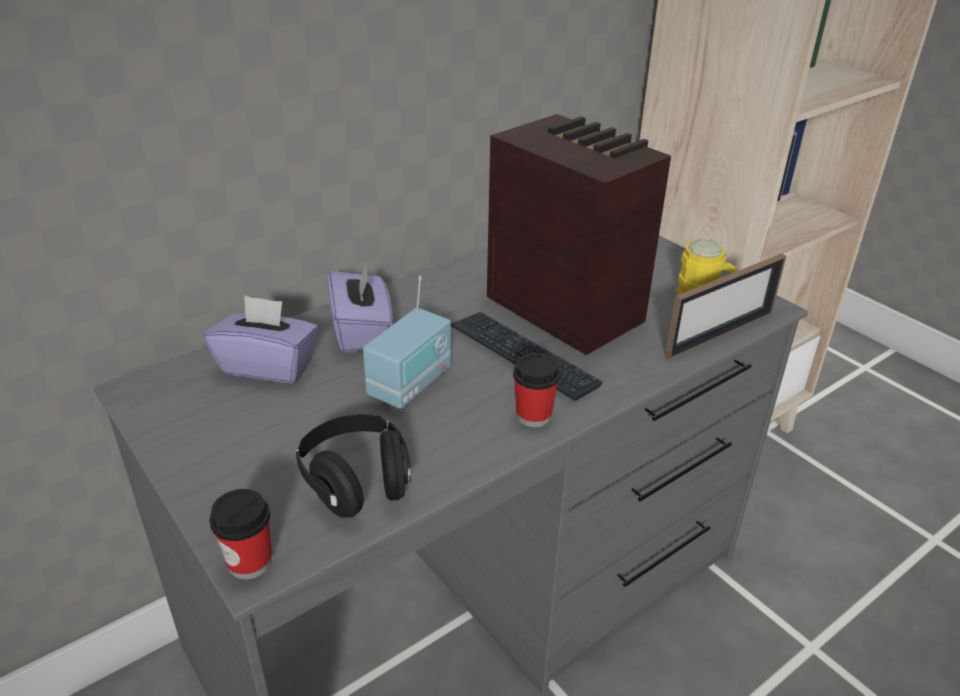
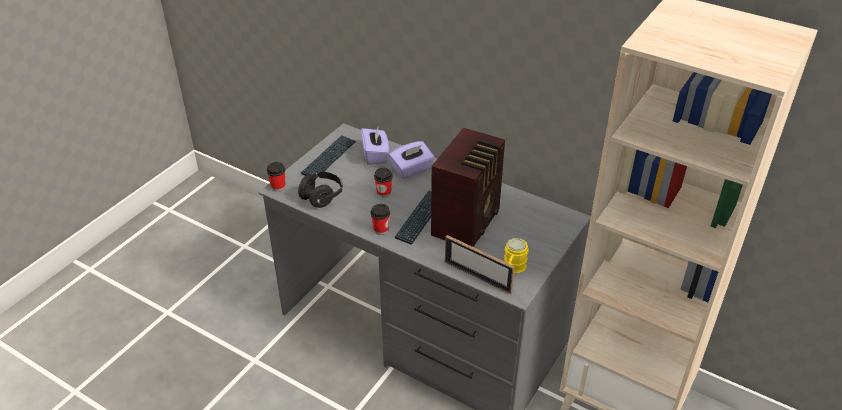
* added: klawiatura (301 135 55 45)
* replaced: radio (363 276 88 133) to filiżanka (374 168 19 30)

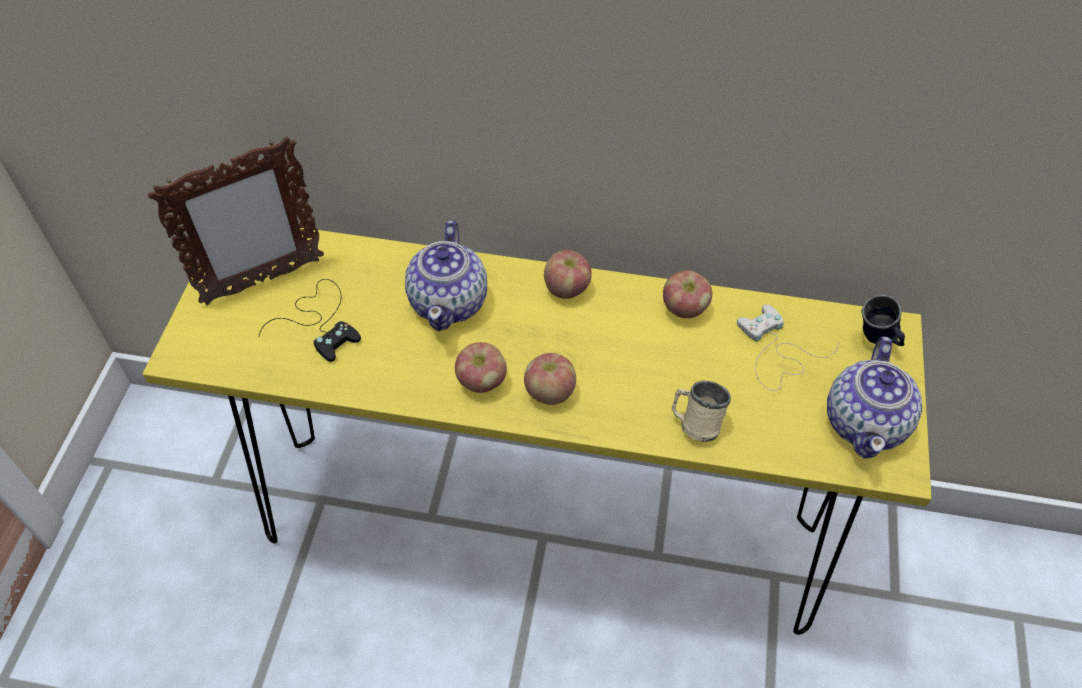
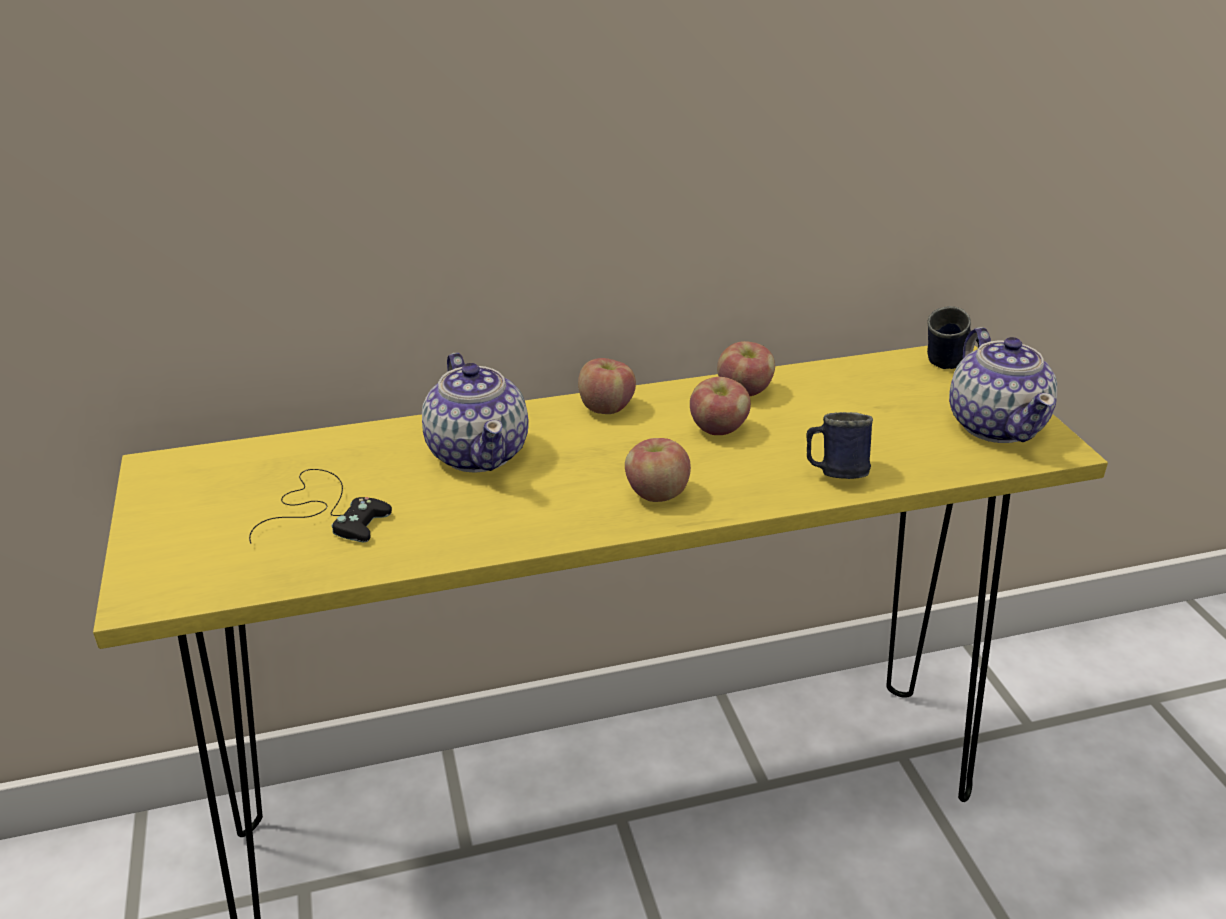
* moved: jabłko (455 342 52 51) to (690 377 61 58)
* recoloured: kubek/beżowy (672 381 59 61) to kubek/niebieski (806 412 67 67)
* removed: ramka na zdjęcie (148 136 176 169)
* removed: pad do gier/biały (737 304 102 87)

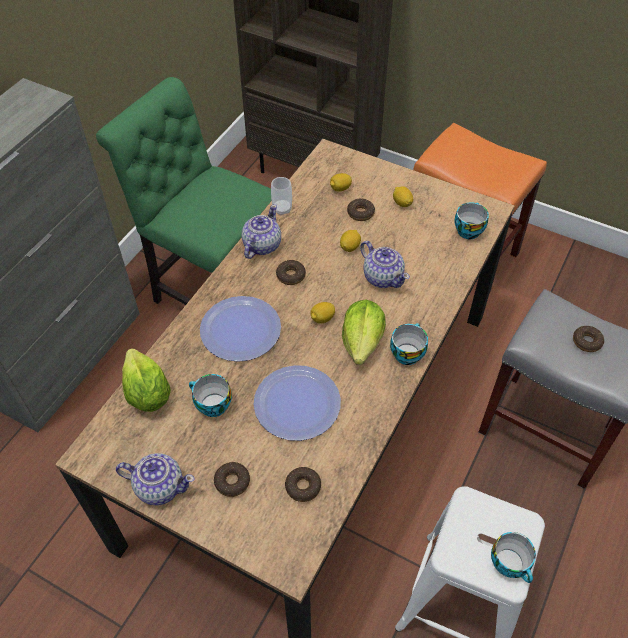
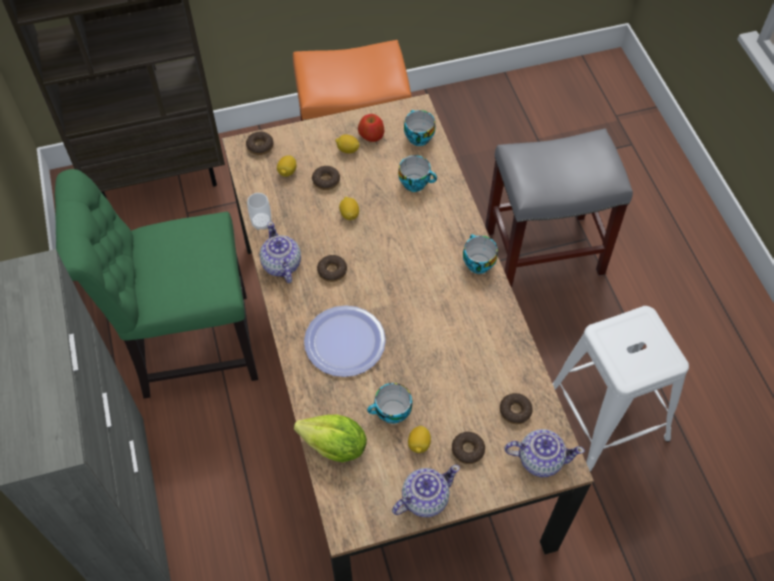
* moved: donut (573 326 31 26) to (246 132 28 23)
* added: jabłko (358 114 26 28)
* moved: filiżanka (491 532 45 51) to (398 155 39 37)
* moved: cytryna (310 302 25 21) to (408 426 23 27)
* moved: imbryk (360 241 50 47) to (504 429 81 48)
* removed: talerz (254 365 87 76)
* removed: sałata (342 300 44 65)

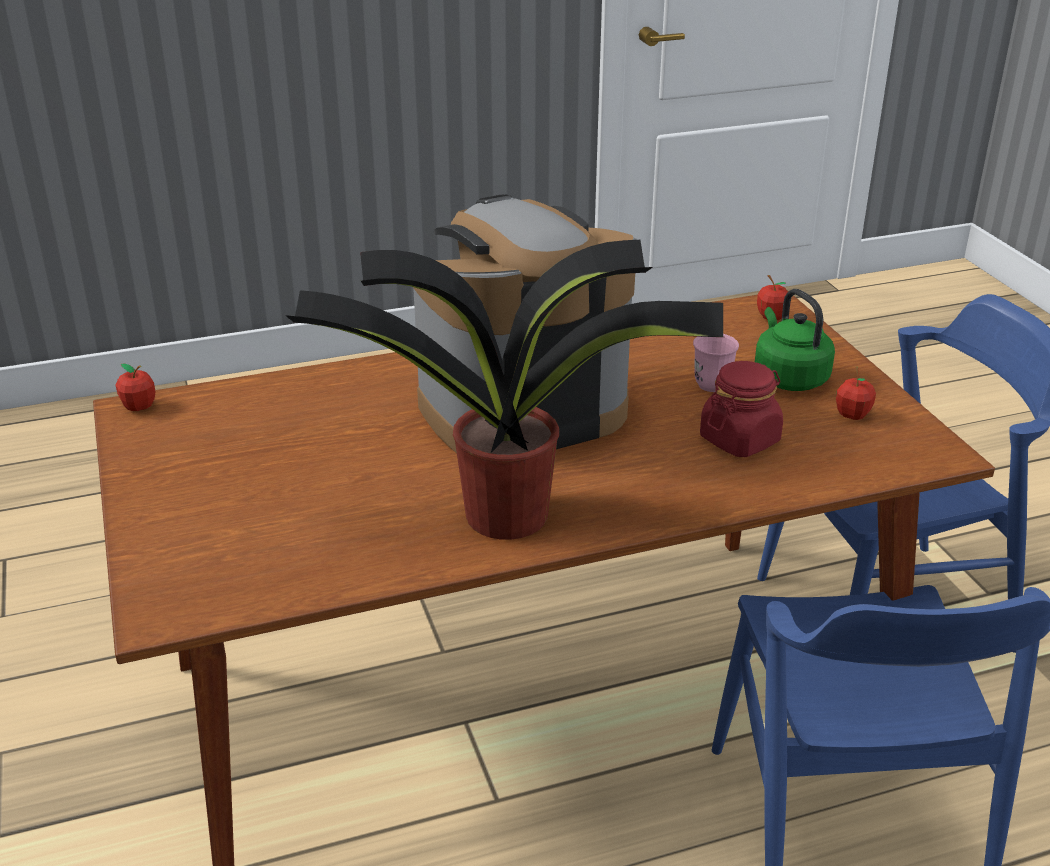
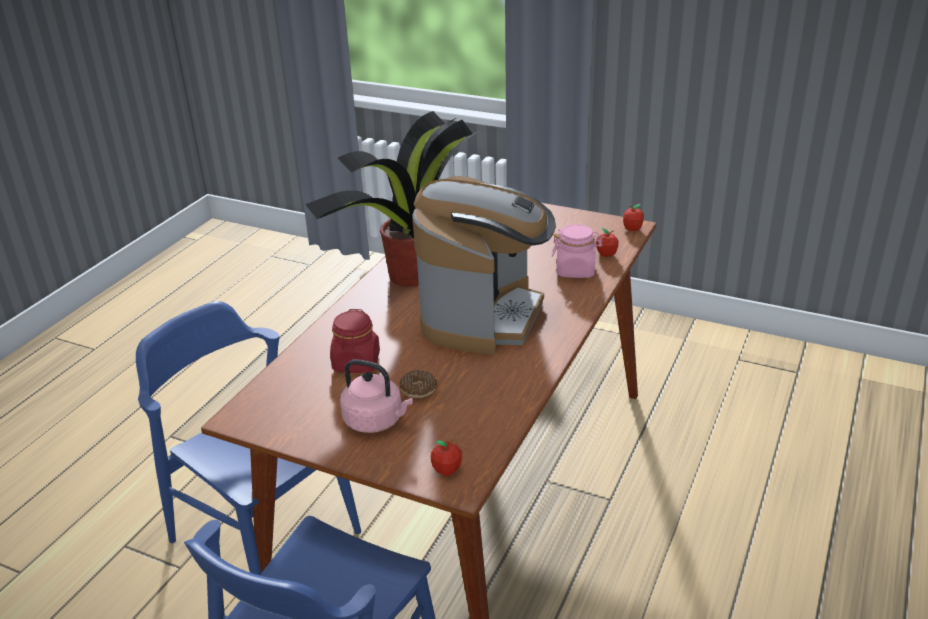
* recoloured: czajnik/zielony (755 289 80 102) to czajnik/różowy (340 359 73 74)
* replaced: kubek/różowy (693 334 46 58) to donut (399 370 38 28)
* added: słoik/różowy (552 224 50 54)
* moved: jabłko (836 366 40 54) to (596 228 23 29)

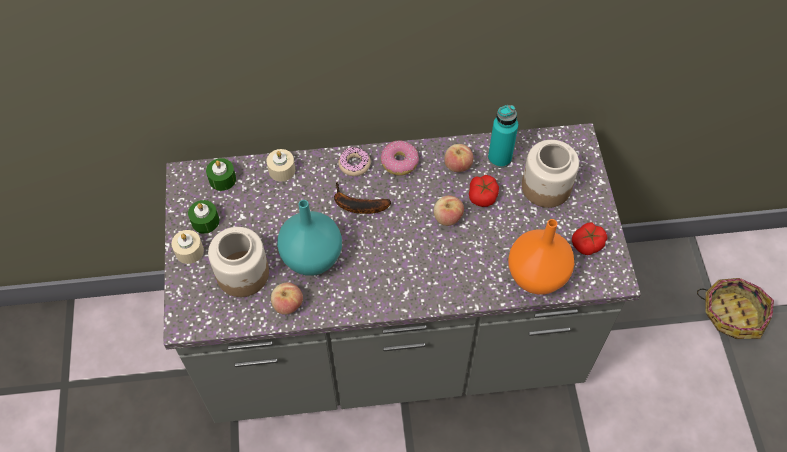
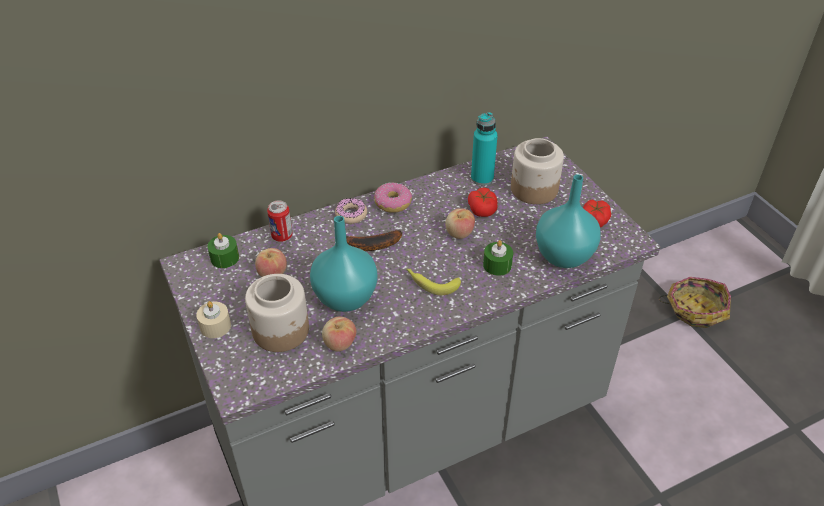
* moved: jabłko (444 144 29 28) to (255 248 32 29)
* replaced: świeca/beżowy (266 149 29 32) to puszka (267 200 26 42)
* added: banan (406 269 55 27)
* moved: świeca/zielony (188 200 31 34) to (483 240 30 36)
* recoloured: wazon/pomarańczowy (508 219 66 75) to wazon/turkusowy (536 174 65 94)

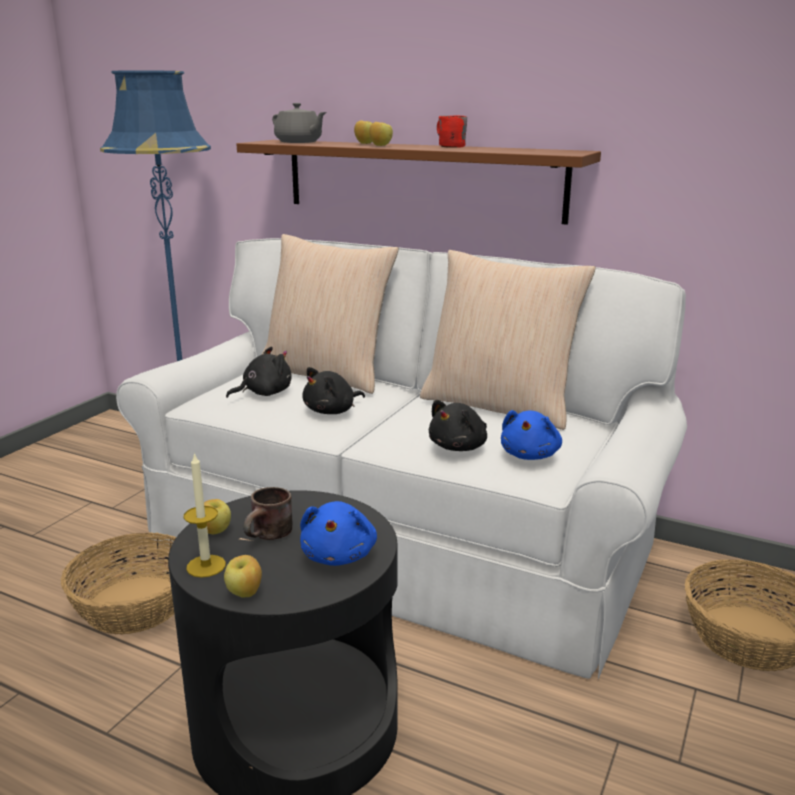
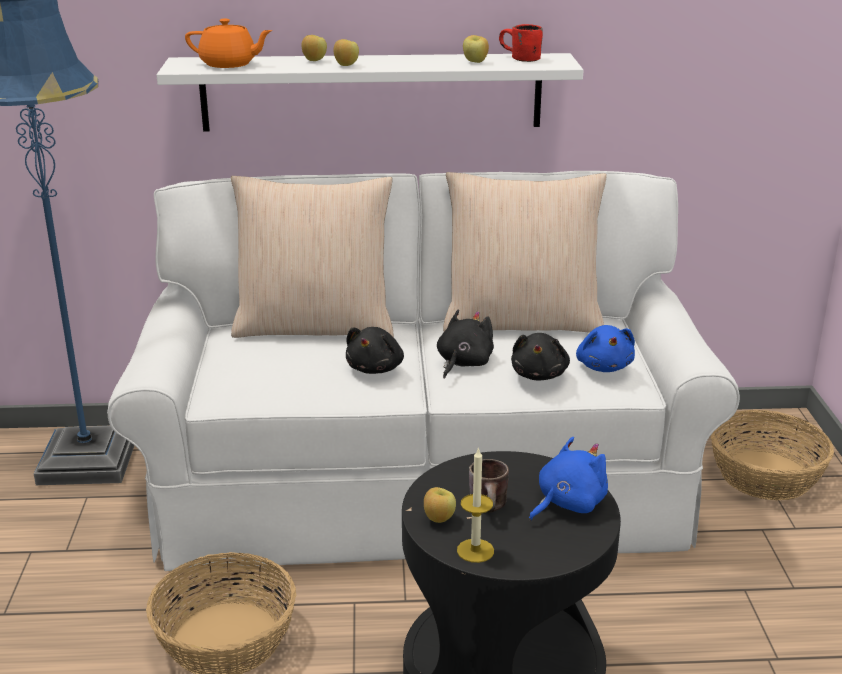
* recoloured: półka/brązowy (236 140 365 85) to półka/biały (157 53 426 79)
* recoloured: imbryk/szary (272 103 55 40) to imbryk/pomarańczowy (185 19 88 49)
* moved: pluszak/czarny (226 346 66 52) to (437 310 57 69)
* moved: jabłko (224 555 38 43) to (463 35 26 28)
* moved: kubek/czerwony (437 115 30 33) to (499 24 44 38)
* turned: pluszak/niebieski (300 501 77 65) = (529 437 79 84) 105 degrees counterclockwise

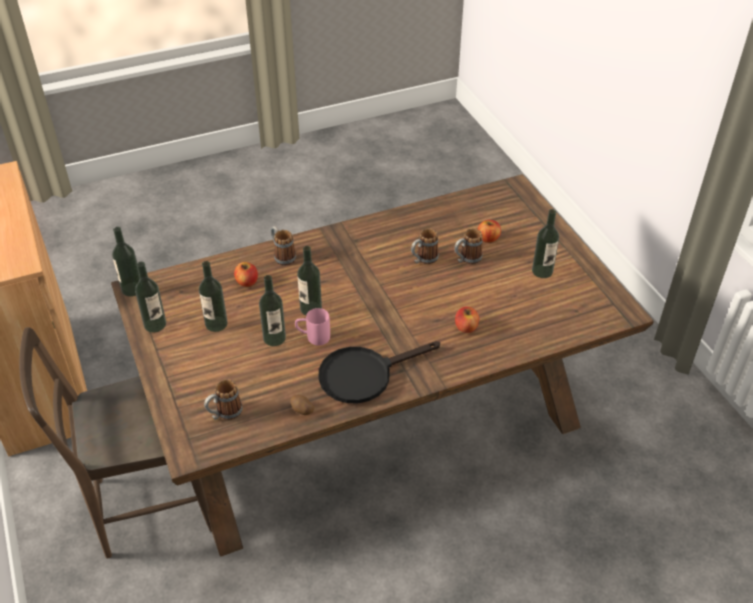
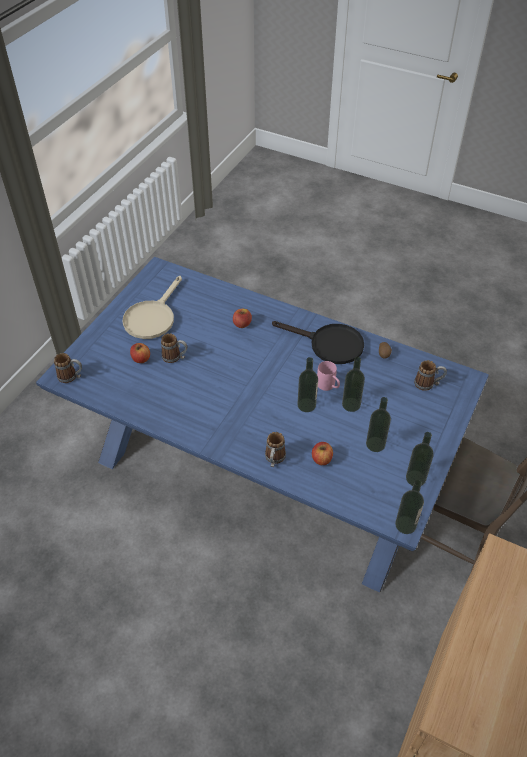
* recoloured: stół jadalny/brązowy (111 174 543 383) to stół jadalny/niebieski (36 257 453 336)
* moved: kubek (411 228 28 36) to (54 353 28 30)
* replaced: butelka (532 209 27 69) to patelnia/beżowy (123 276 59 63)

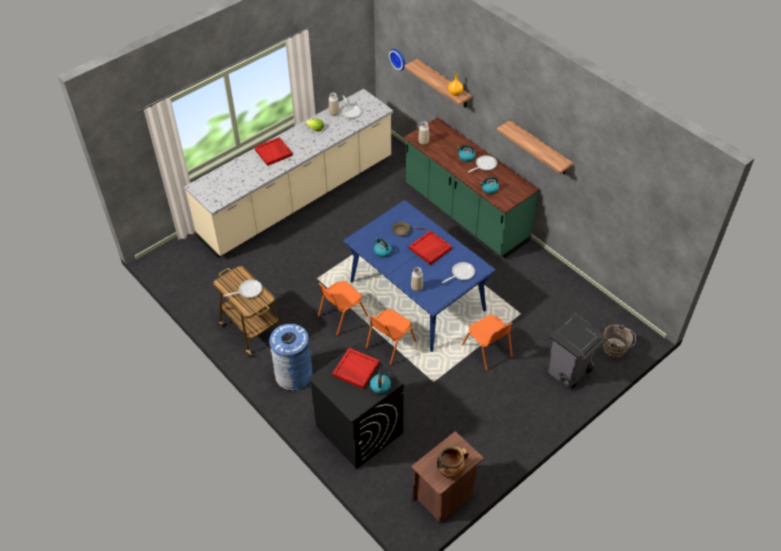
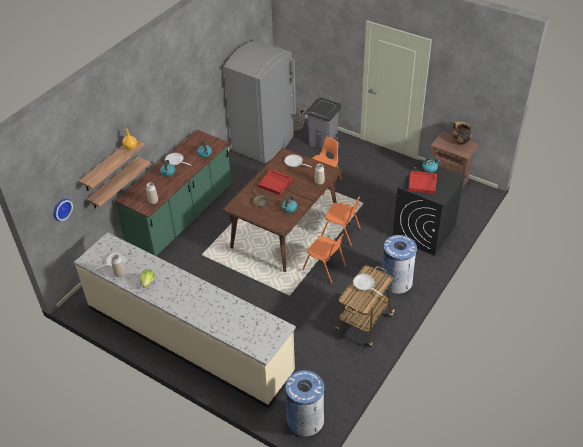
* moved: półka (497 120 76 54) to (86 157 65 52)
* recoloured: stół jadalny/niebieski (343 200 153 152) to stół jadalny/brązowy (222 148 120 124)
* added: lodówka/szary (224 40 72 123)
* added: kosz na śmieci/niebieski (285 370 39 67)
* removed: taca/czerwony (254 137 39 29)

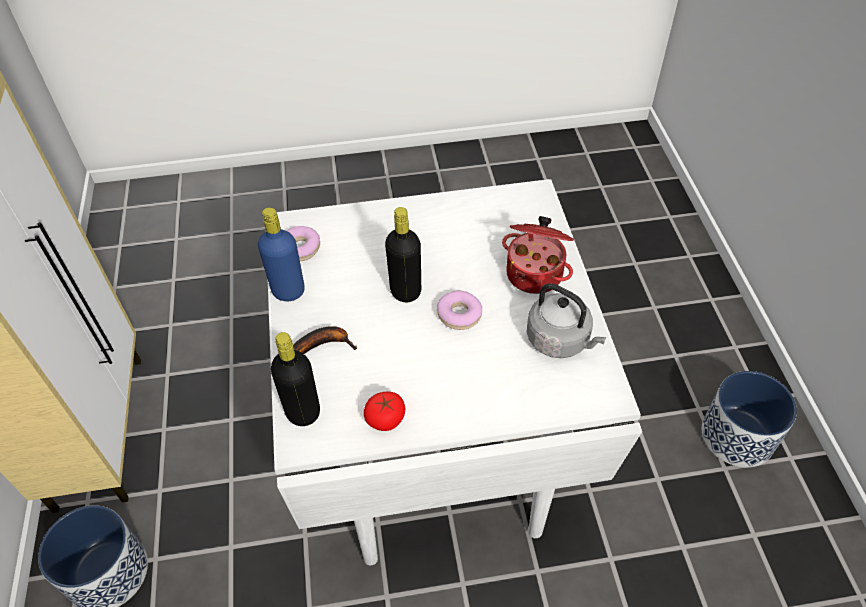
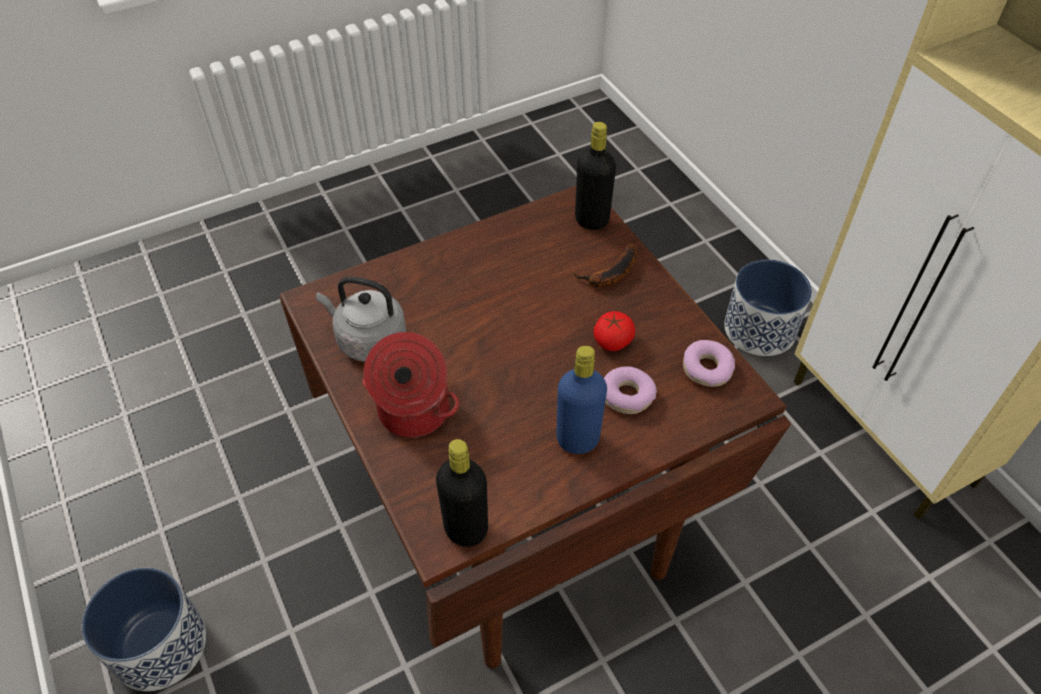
* recoloured: stół jadalny/biały (268 179 374 386) to stół jadalny/brązowy (279 186 512 483)
* moved: butelka/czarny (385 207 36 95) to (436 439 52 108)
* moved: butelka/niebieski (258 207 47 94) to (556 346 51 108)
* moved: pomidor (364 392 41 39) to (594 311 41 40)
* moved: donut (436 291 46 39) to (604 366 53 48)

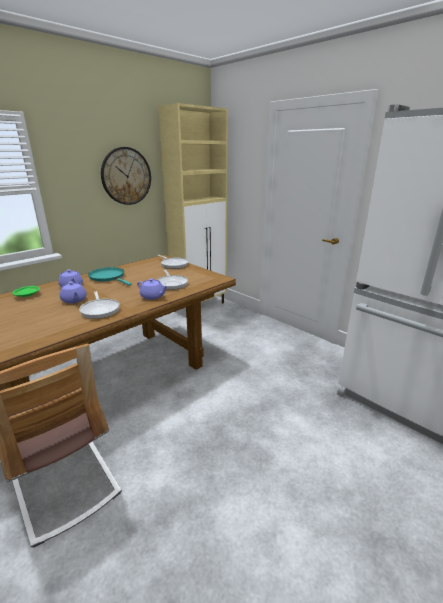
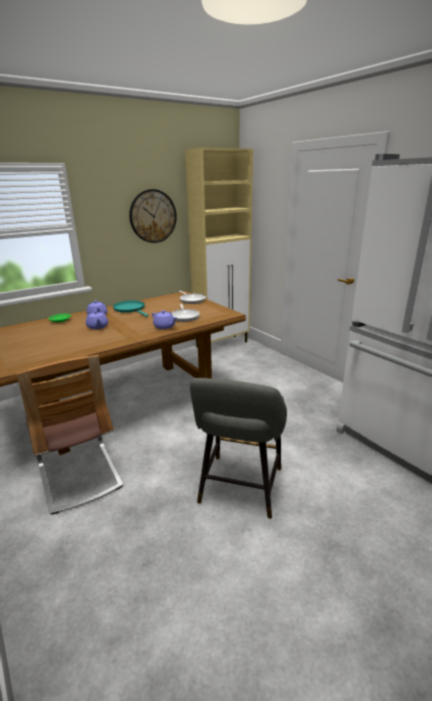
* added: stołek/szary (190 378 97 141)
* removed: patelnia (79 291 41 28)

